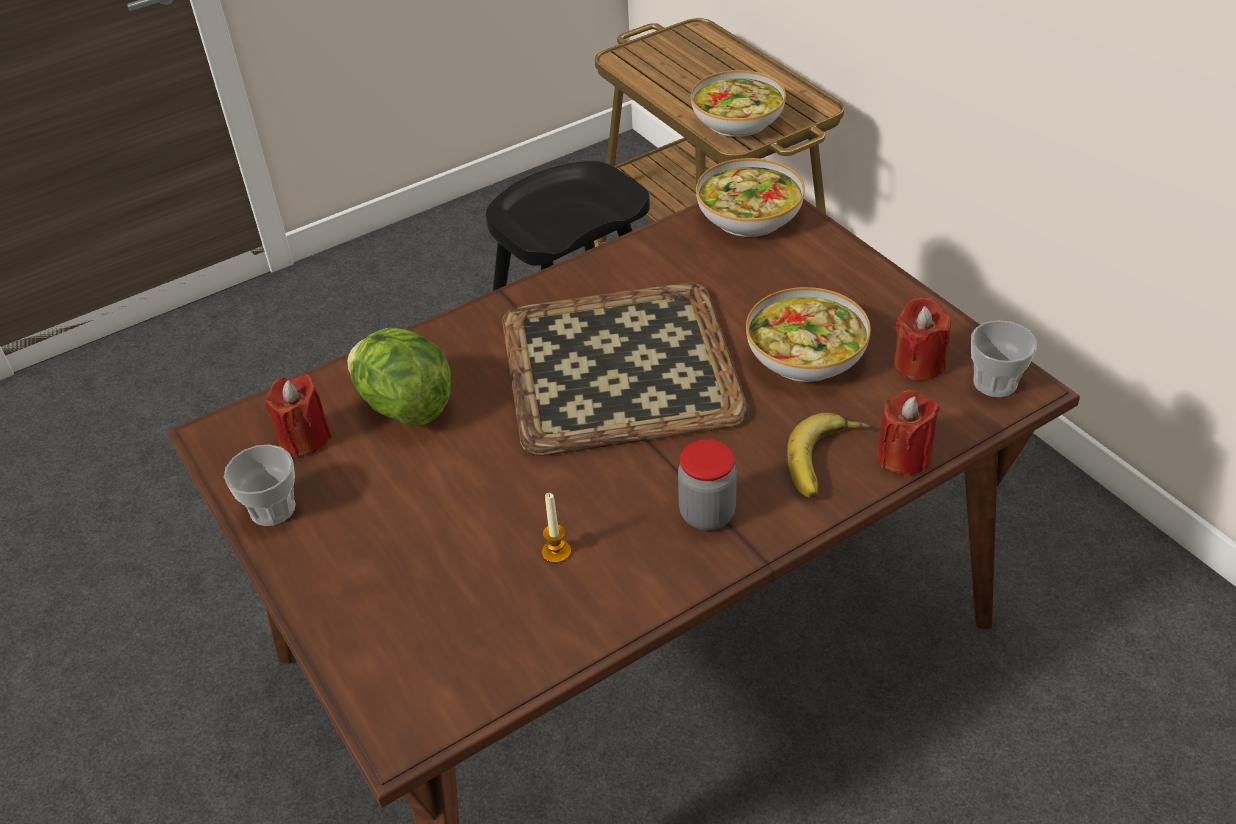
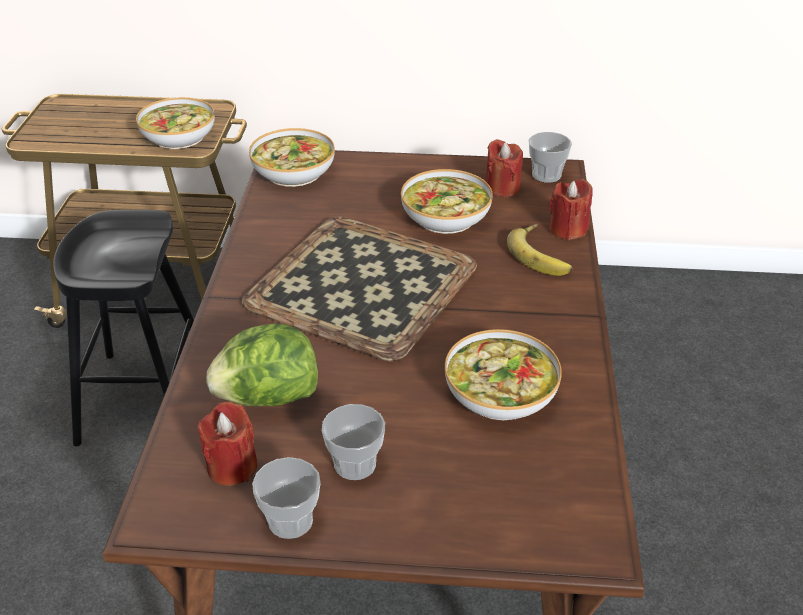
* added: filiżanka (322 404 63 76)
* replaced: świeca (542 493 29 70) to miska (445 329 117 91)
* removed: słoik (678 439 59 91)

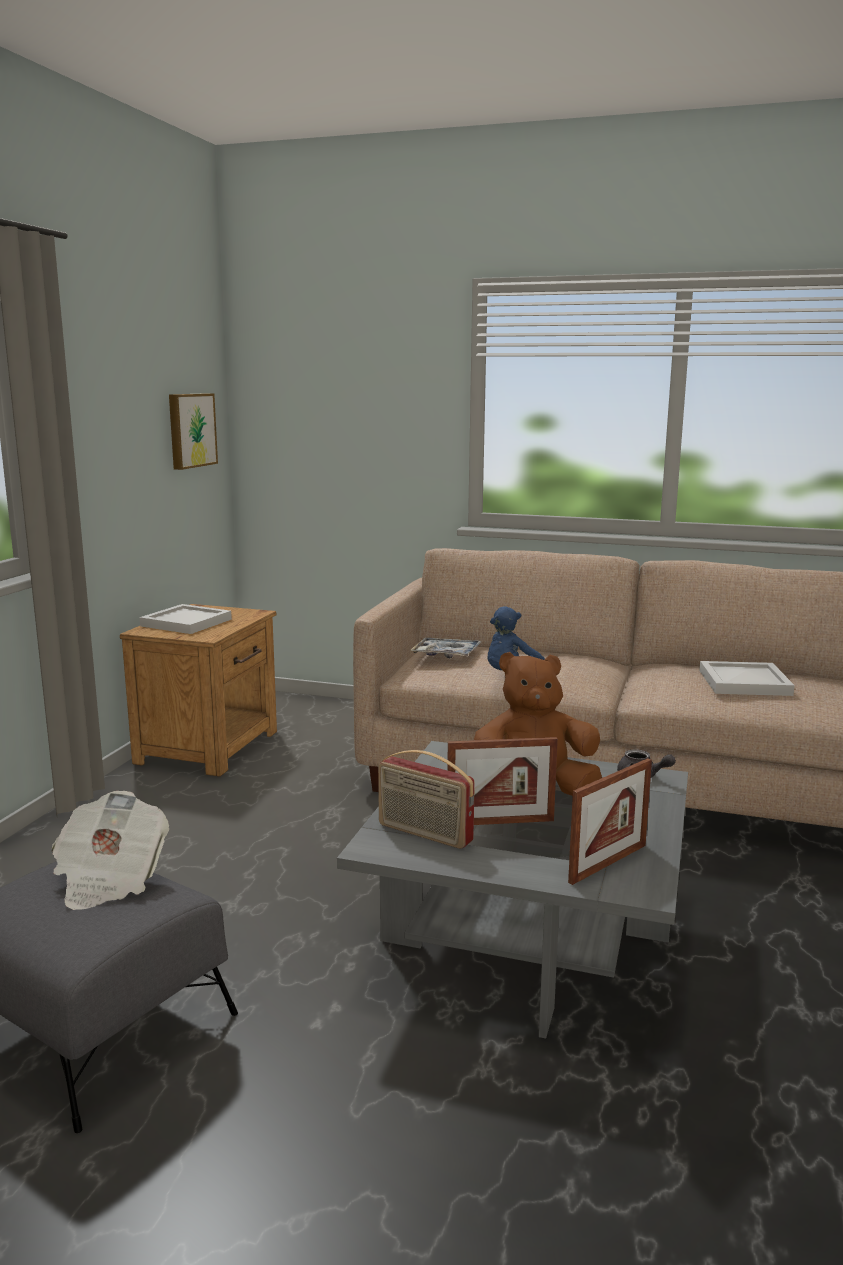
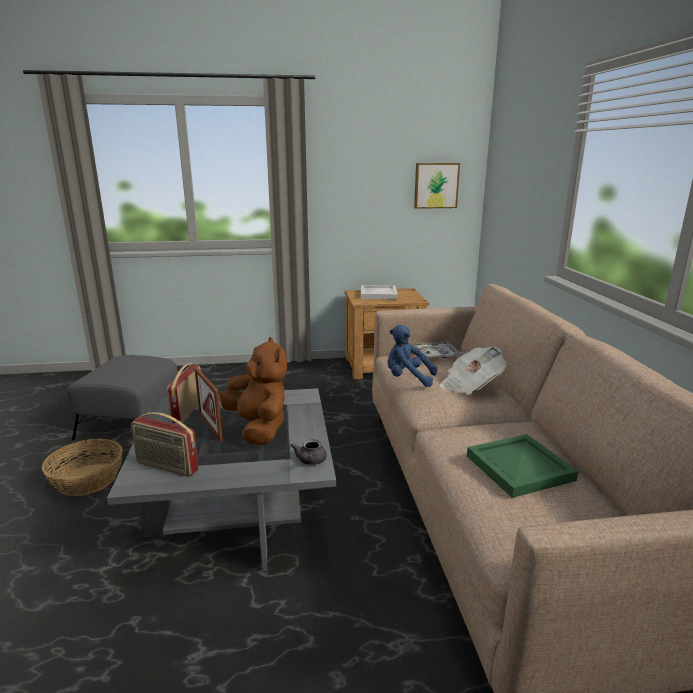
* added: koszyk (42 439 81 57)
* replaced: ramka na zdjęcie (568 758 84 127) to radio (131 412 68 65)
* moved: gazeta (51 791 118 119) to (440 347 67 48)
* recoloured: taca/biały (699 661 96 35) to taca/zielony (467 434 112 64)

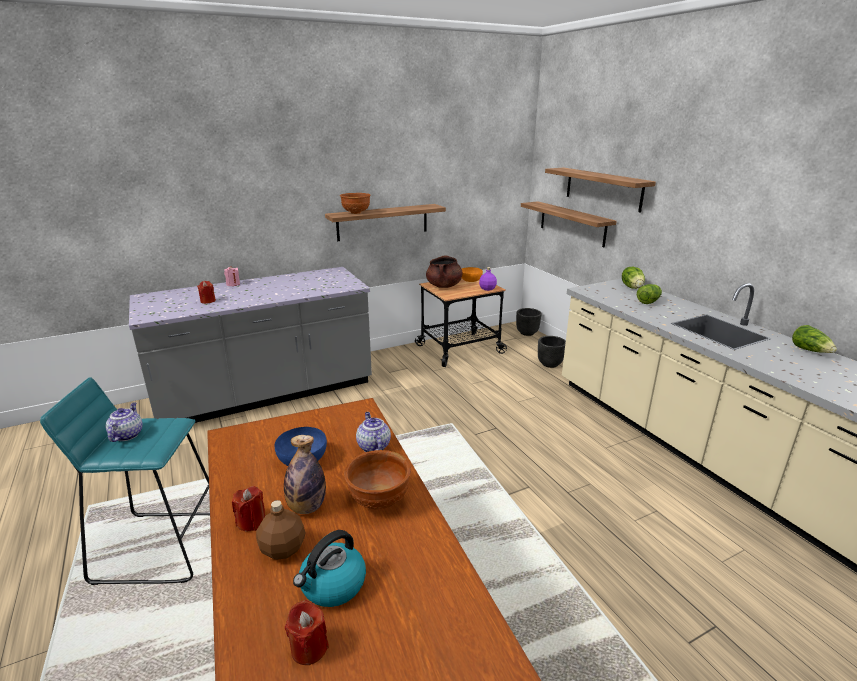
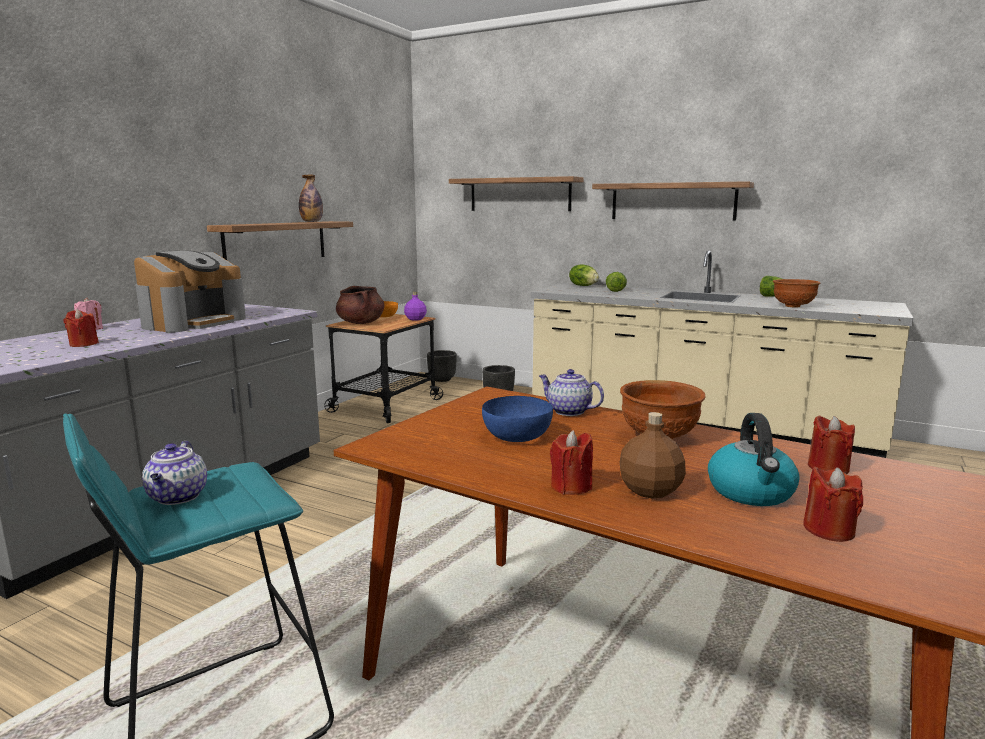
* added: ekspres do kawy (134 251 112 82)
* turned: imbryk (106 402 37 40) = (142 441 65 64) 150 degrees counterclockwise
* moved: butelka (284 435 42 79) to (299 175 24 47)
* moved: półka (521 201 96 46) to (592 181 162 39)
* moved: miska/brązowy (340 193 31 21) to (773 279 47 28)
* added: świeca/czerwony (808 416 47 58)

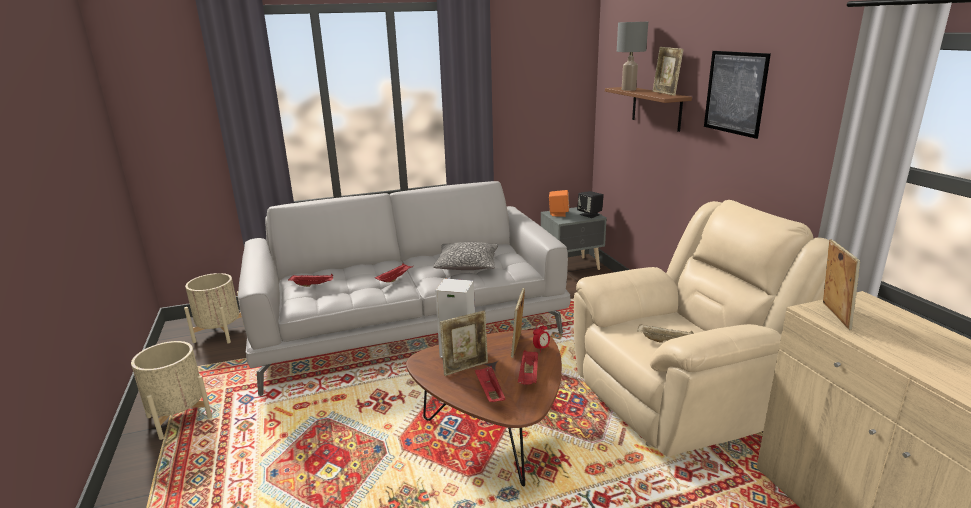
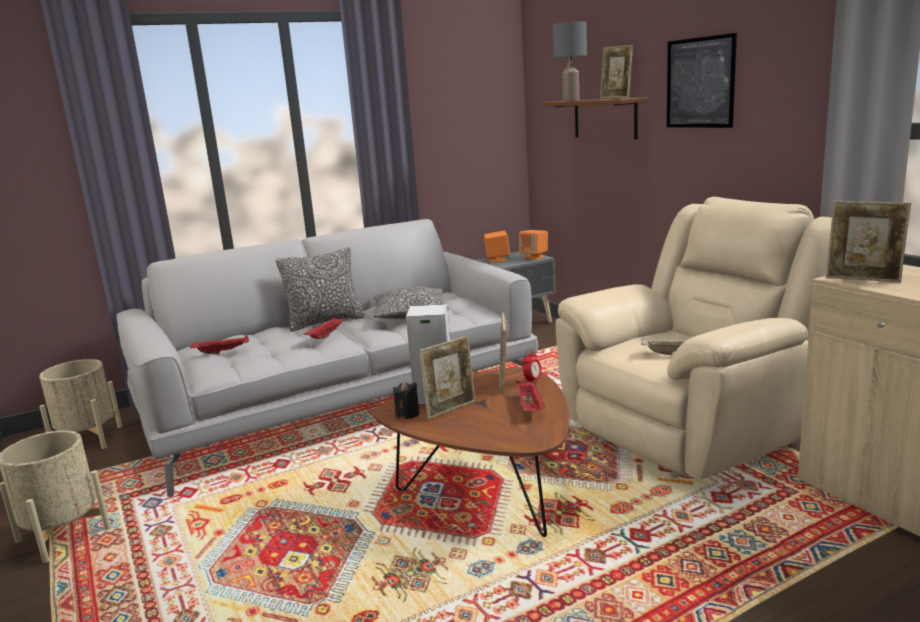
* added: poduszka (276 247 89 85)
* added: świeca/czarny (393 381 26 38)
* recoloured: głośnik/czarny (577 191 27 27) to głośnik/pomarańczowy (519 230 29 30)
* turned: ramka na zdjęcie (823 239 37 91) = (826 201 85 81) 120 degrees clockwise
* removed: taca/czerwony (475 366 31 36)

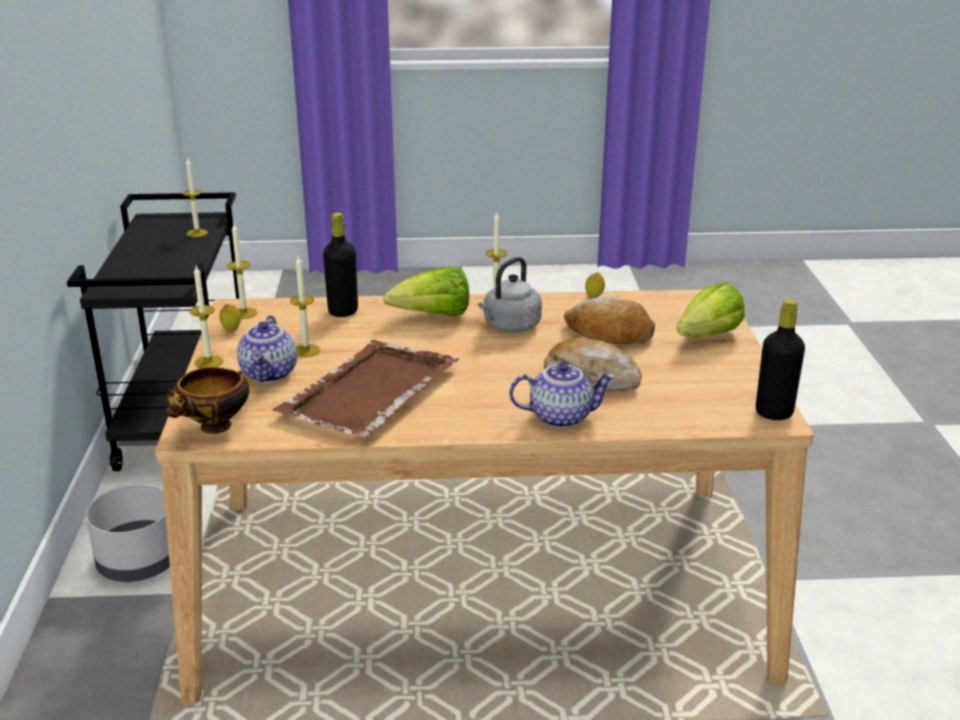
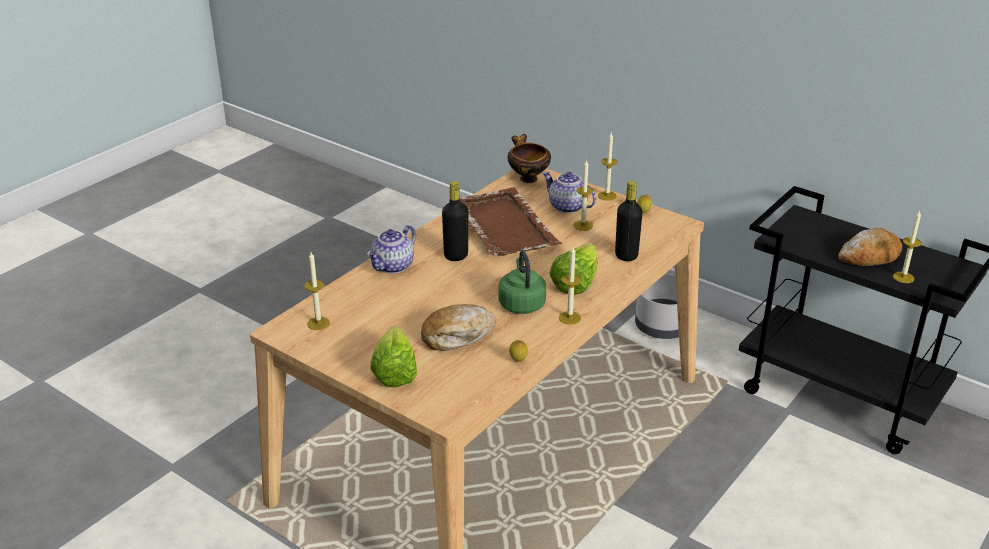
* moved: świeca (227 224 30 95) to (305 252 25 78)
* moved: butelka/czarny (756 299 49 121) to (442 181 26 80)
* recoloured: czajnik/szary (478 257 64 76) to czajnik/zielony (499 250 47 64)
* moved: chleb (544 338 98 53) to (838 228 64 38)

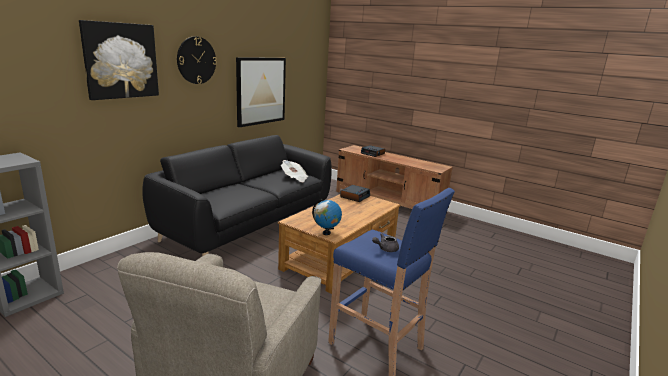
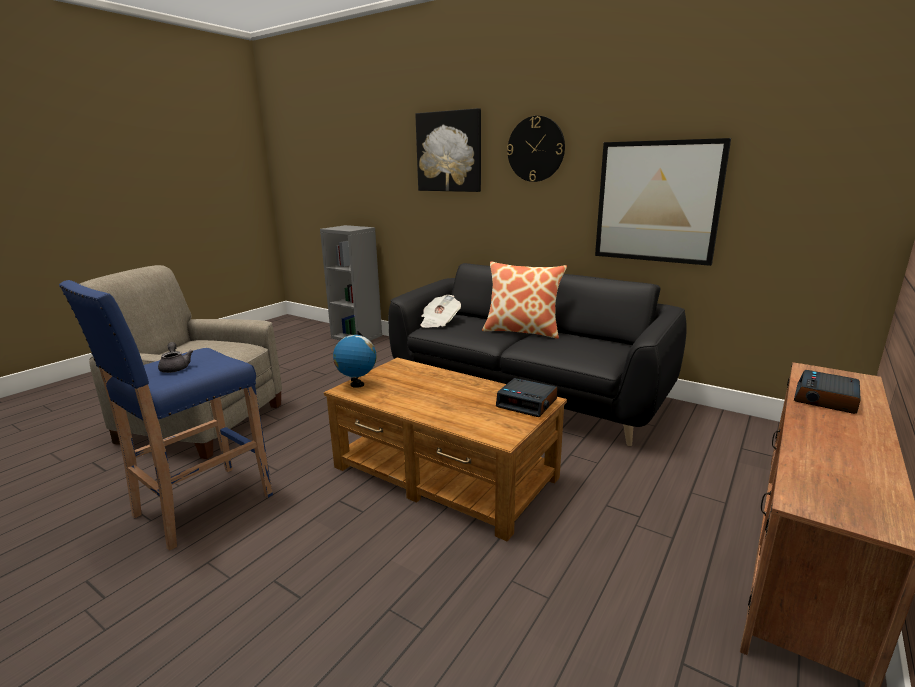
* moved: gazeta (281 160 27 22) to (420 295 41 33)
* added: poduszka (482 261 85 78)

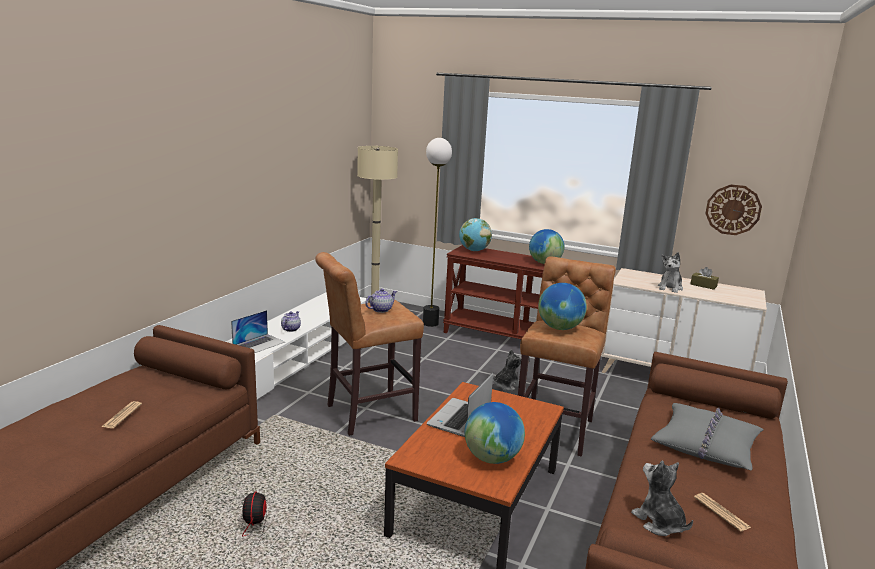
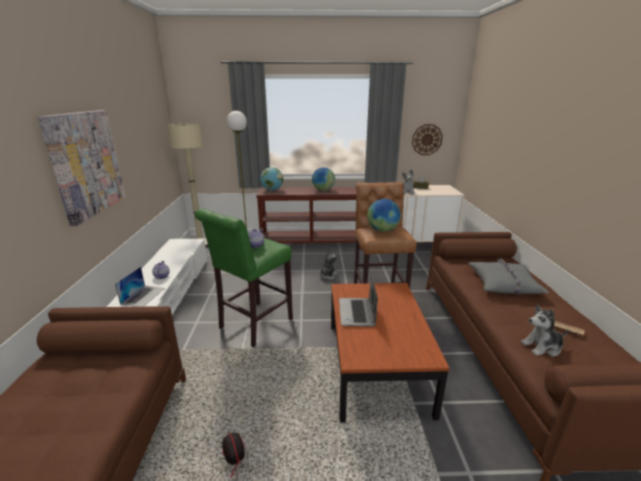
* added: obraz (38 110 88 116)
* recoloured: stołek/brązowy (315 252 109 184) to stołek/zielony (195 208 98 139)
* turned: pluszak (631 461 62 75) = (521 305 48 52) 45 degrees counterclockwise
* removed: gazeta (101 401 41 27)
* removed: globus (465 402 60 62)

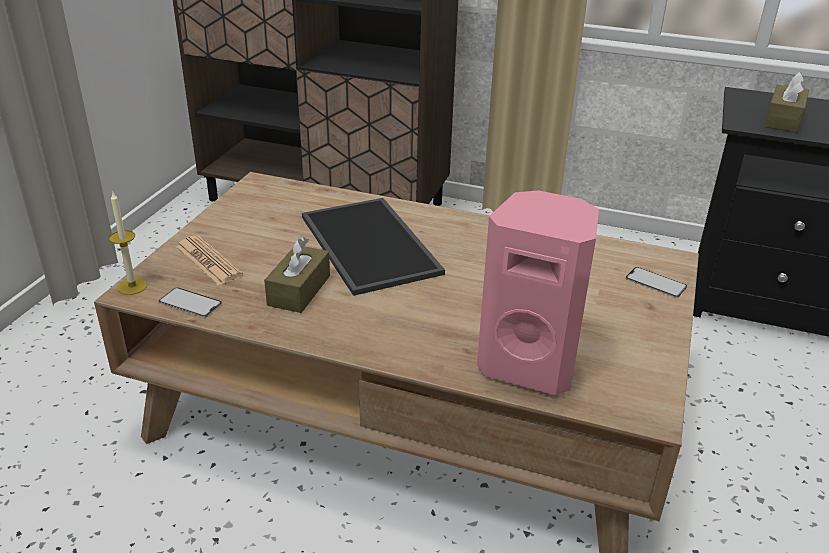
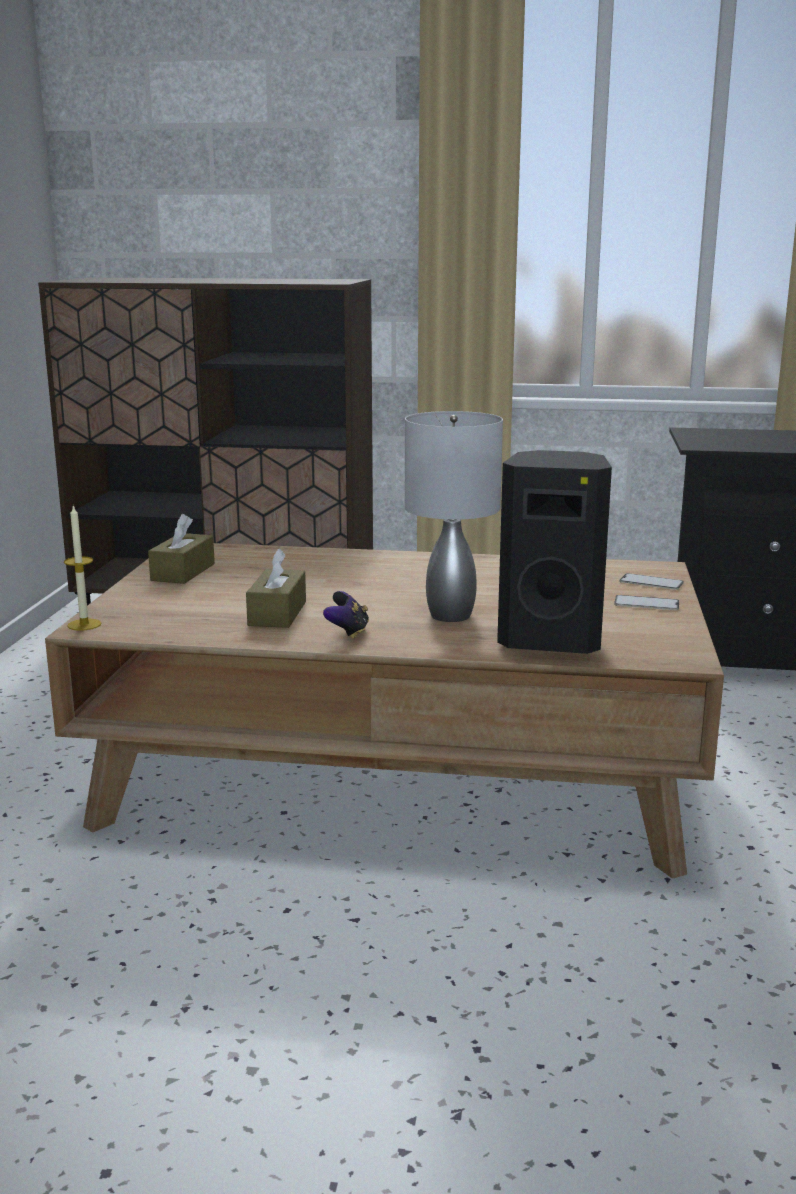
* moved: pudełko chusteczek/brązowy (764 72 45 61) to (148 514 67 70)
* added: pad do gier (323 591 46 48)
* added: lampa stołowa/szary (405 411 98 211)
* recoloured: głośnik/różowy (477 190 122 205) to głośnik/czarny (497 450 115 204)
* moved: telefon (159 287 63 31) to (614 595 65 15)
* removed: gazeta (176 235 67 51)
* removed: taca (302 198 143 98)

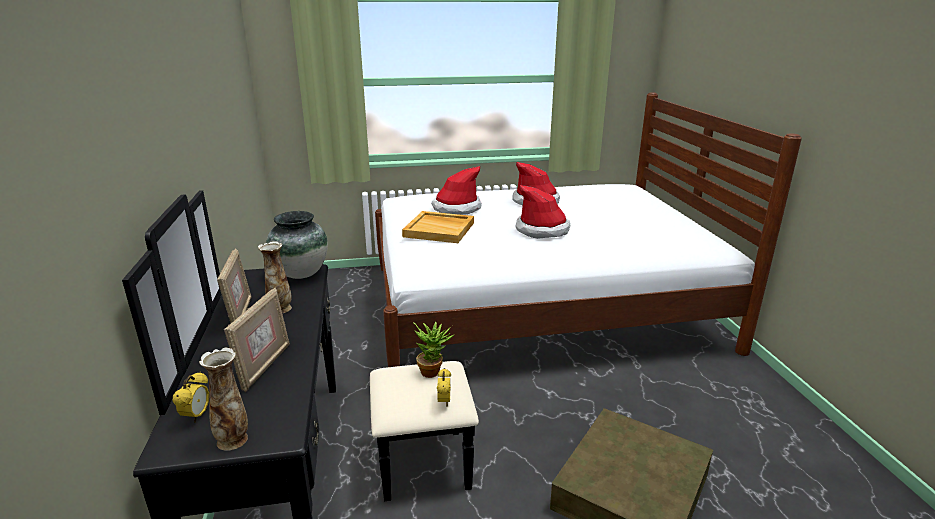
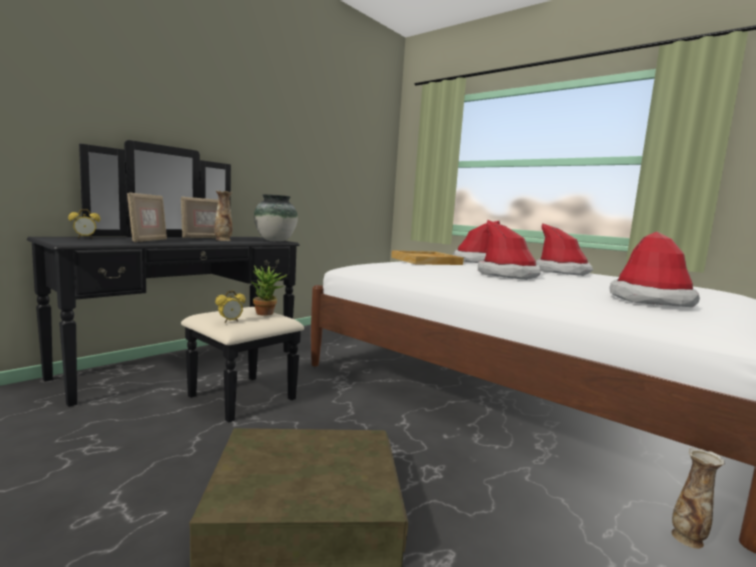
* turned: ramka na zdjęcie (224 288 66 104) = (127 192 40 50) 60 degrees counterclockwise
* added: kapelusz (609 232 91 75)
* moved: wazon (199 348 49 103) to (671 448 54 101)

